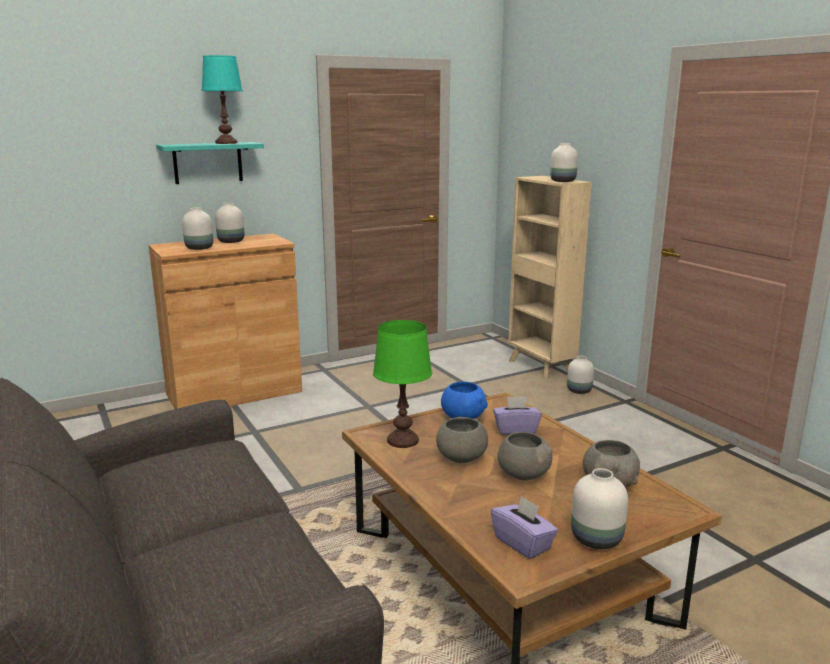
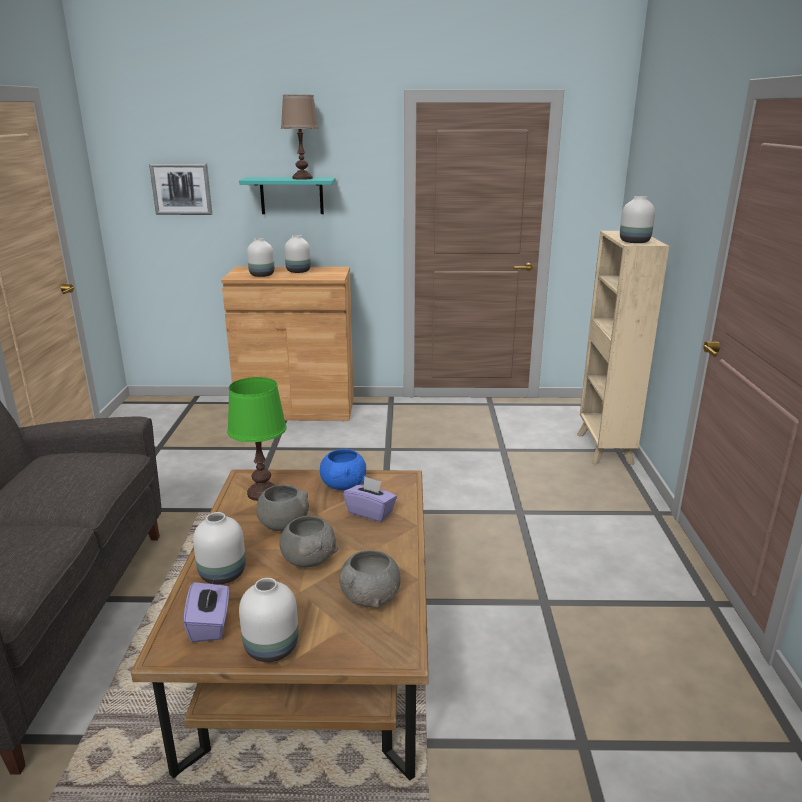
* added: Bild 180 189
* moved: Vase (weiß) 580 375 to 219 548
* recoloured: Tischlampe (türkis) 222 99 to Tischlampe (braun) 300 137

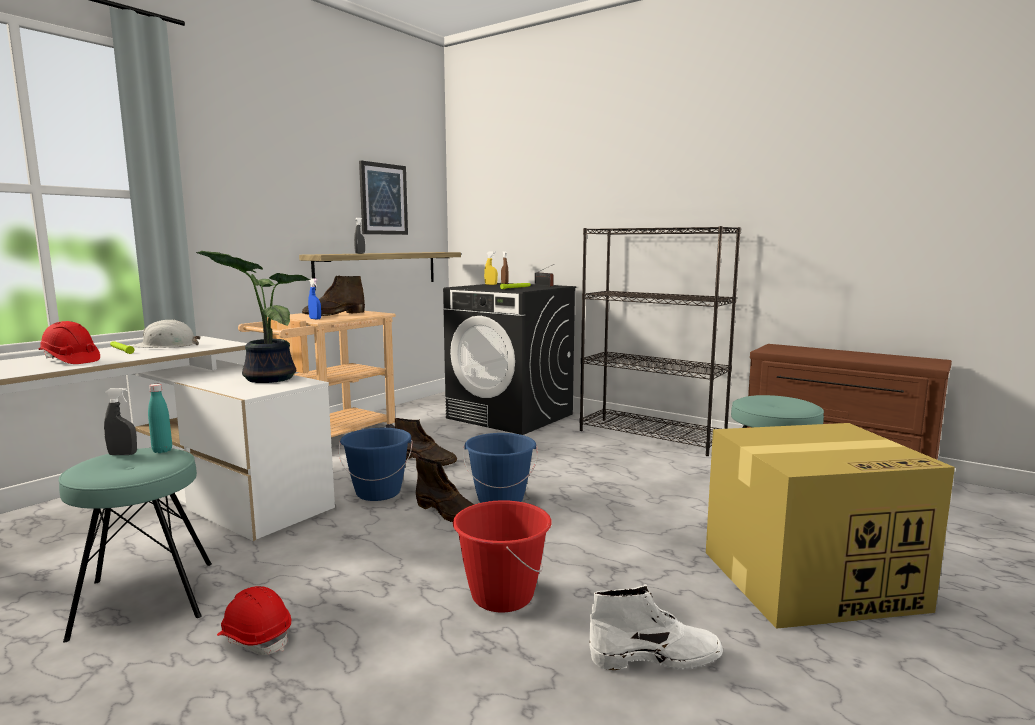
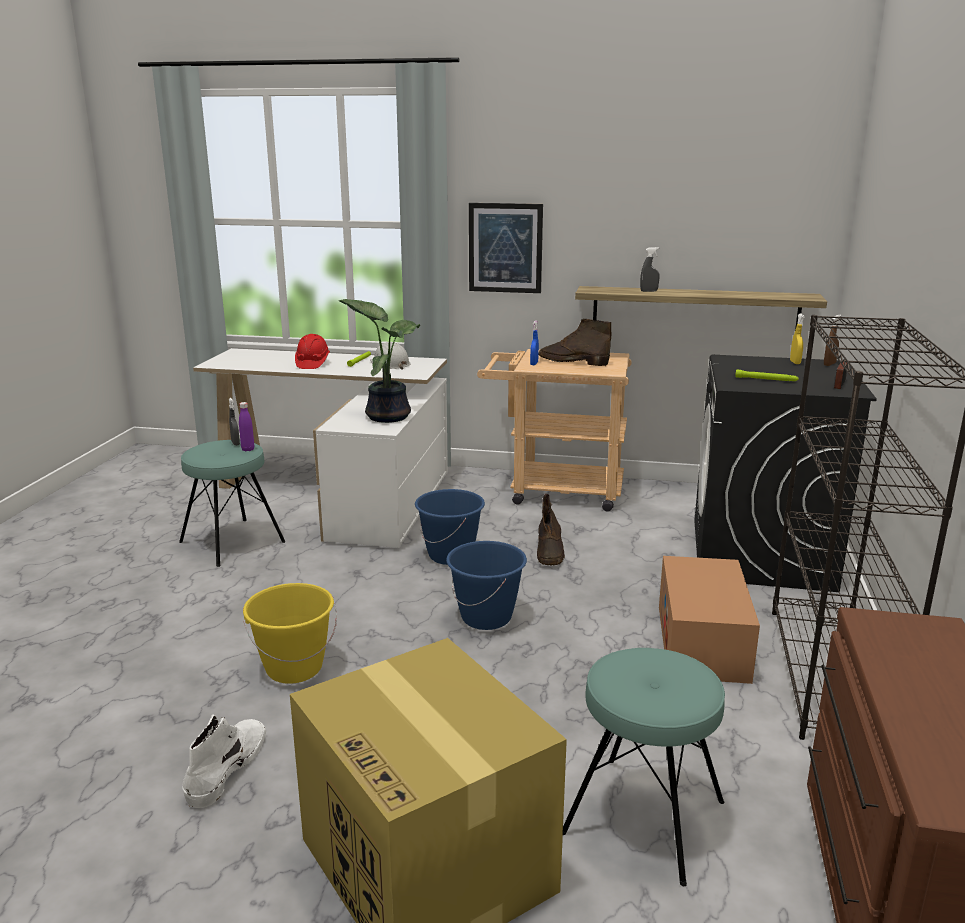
* turned: Stiefel (weiß) 656 627 = 224 761 135 degrees counterclockwise
* recoloured: Flasche (türkis) 160 418 to Flasche (lila) 247 426
* recoloured: Eimer (rot) 502 556 to Eimer (gelb) 290 633
* moved: Bild 383 198 to 506 248
* added: Karton 709 620
* removed: Schutzhelm (rot) 254 620
* removed: Stiefel (braun) 445 489

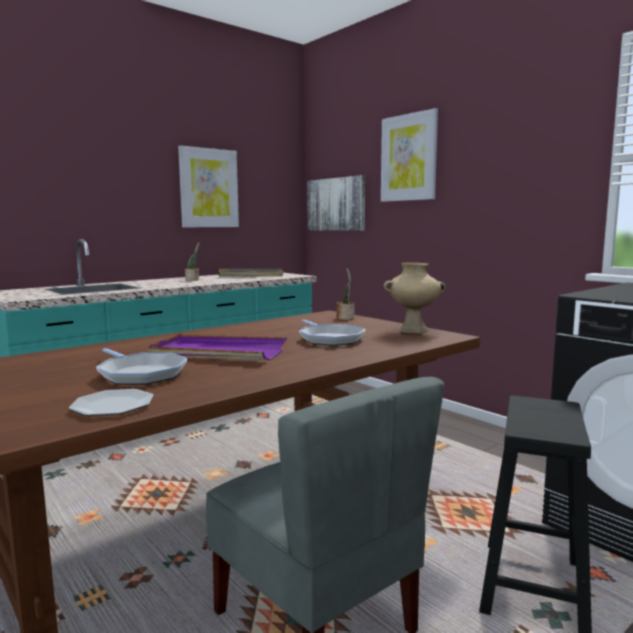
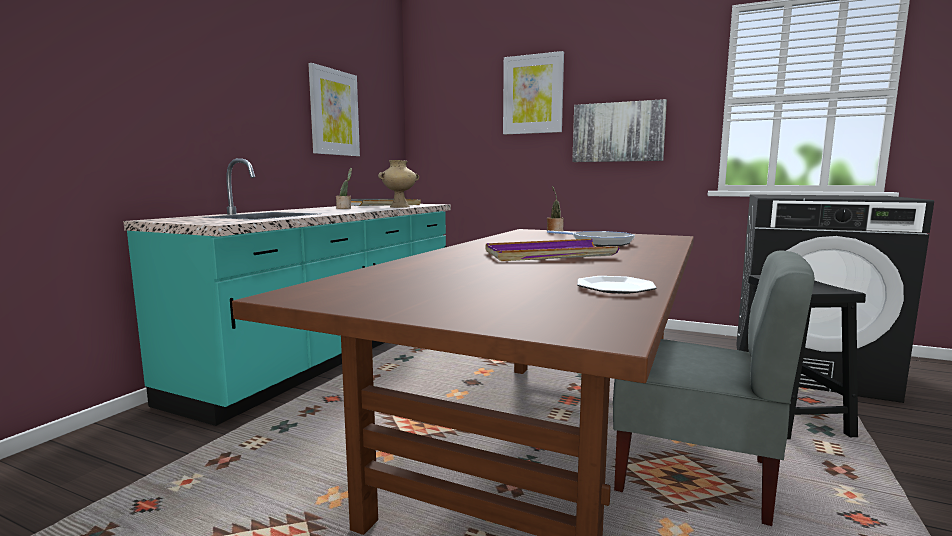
* moved: Vase (beige) 415 298 to 398 184
* moved: Bild 336 203 to 619 130
* removed: Pfanne 141 366

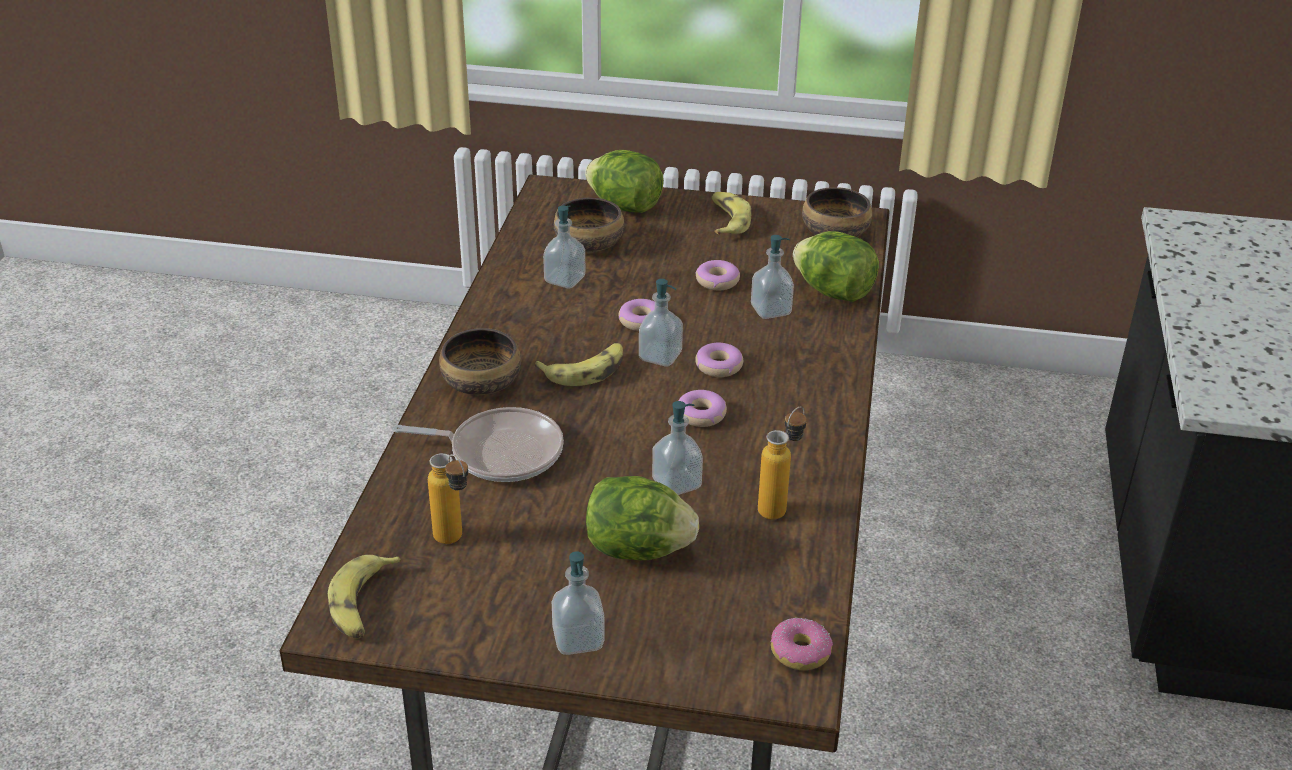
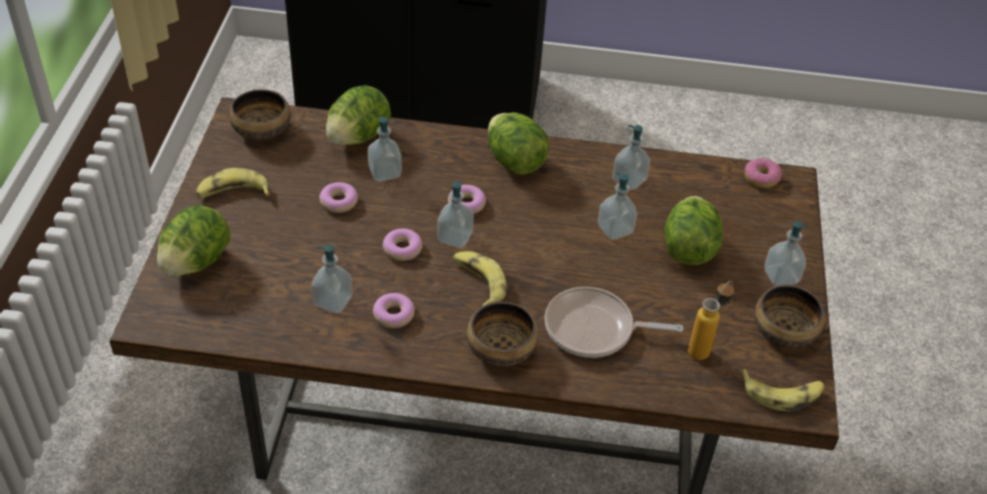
* moved: Donut 703 408 to 394 310
* added: Salatkopf 518 143
* turned: Pfanne 478 444 = 614 322 90 degrees counterclockwise
* replaced: Flasche 782 463 to Seifenspender 631 157
* moved: Schüssel 589 225 to 789 316

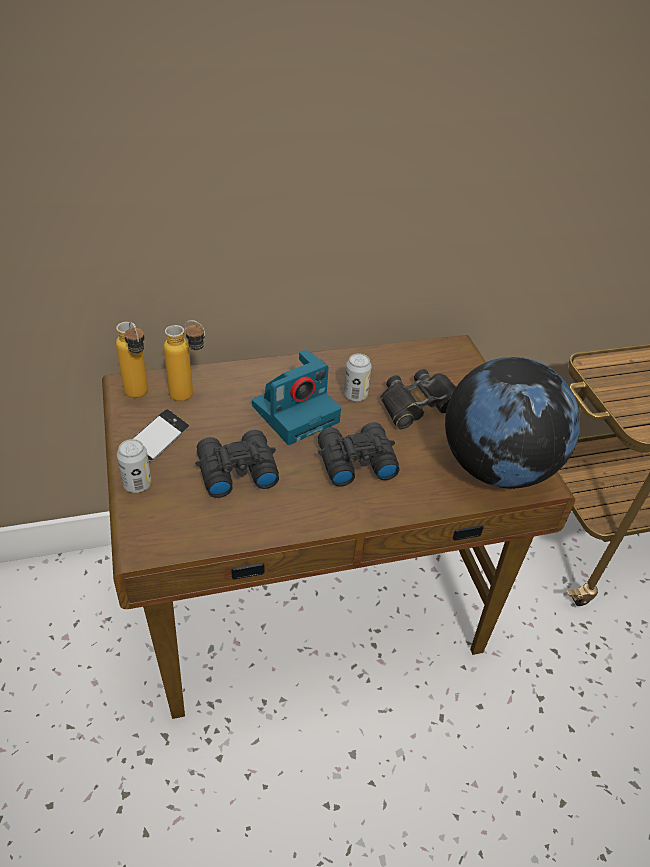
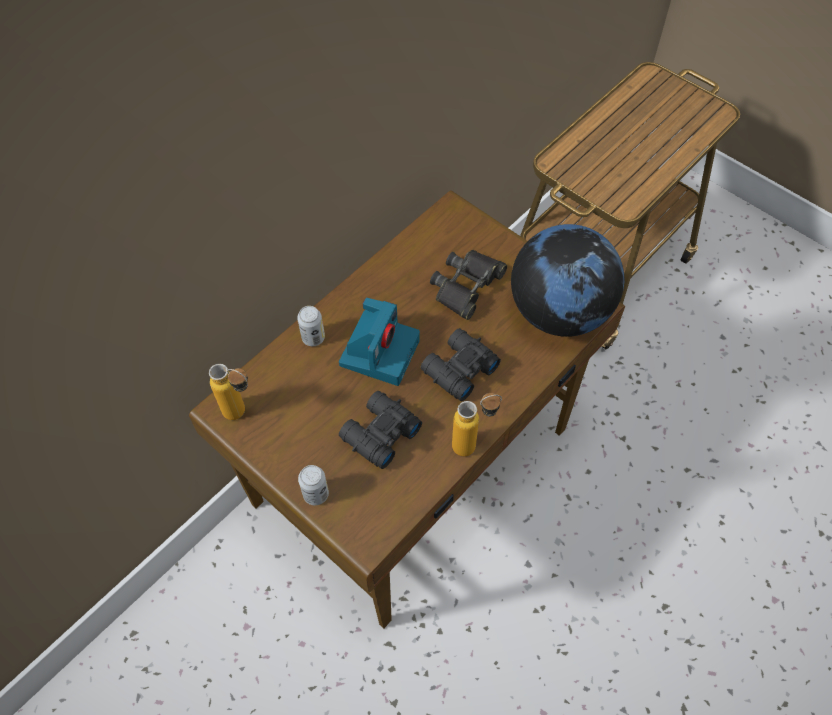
* moved: Dose 358 377 to 311 326
* moved: Flasche 184 360 to 477 425
* removed: Handy 160 435

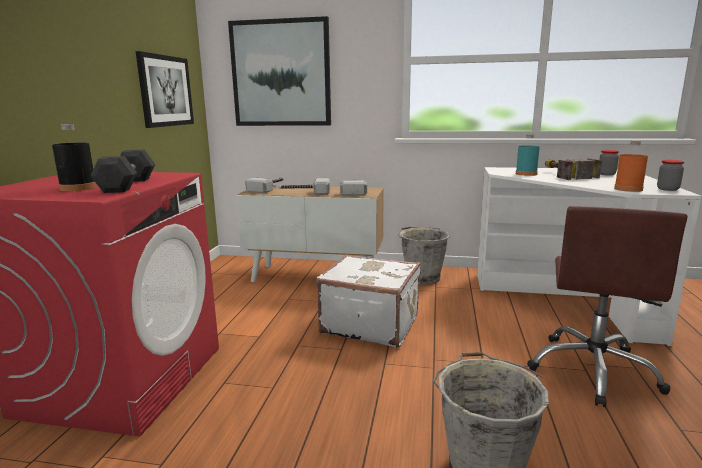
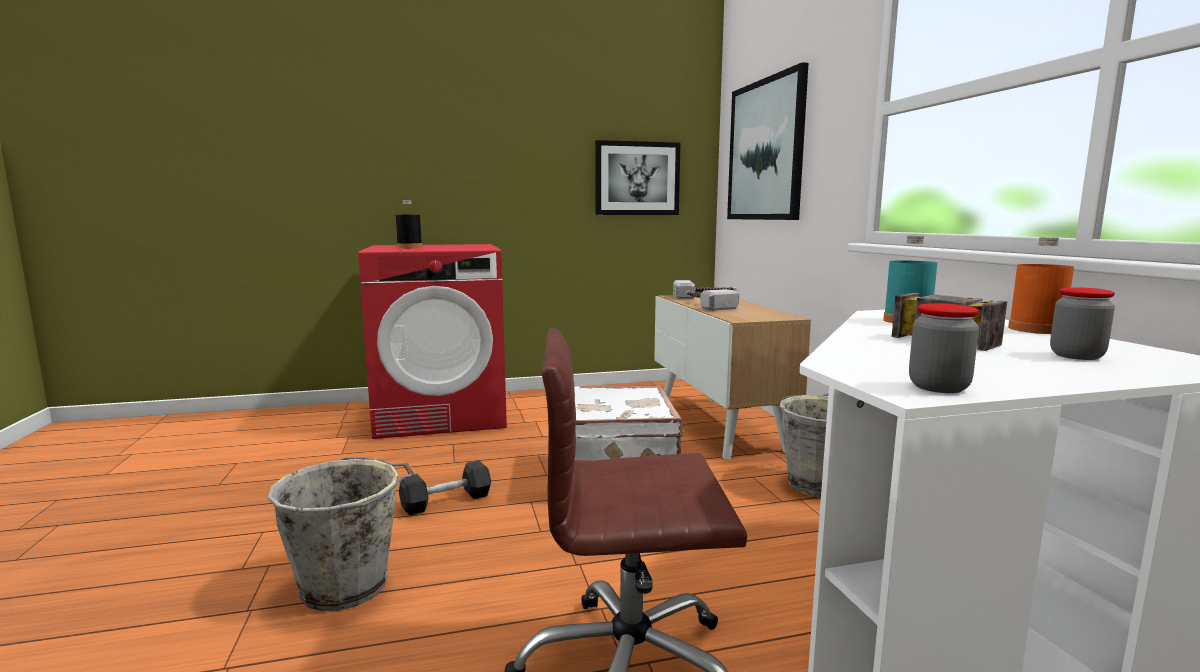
* moved: Hantel (grau) 123 171 to 445 487
* moved: Flasche (orange) 631 166 to 1041 285
* removed: Hammer 353 187

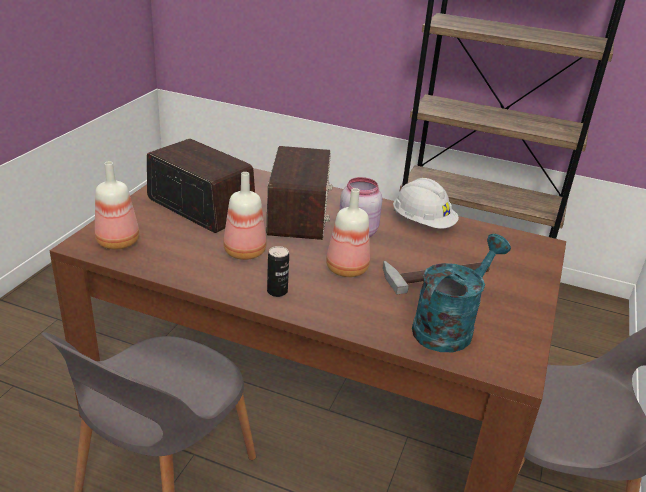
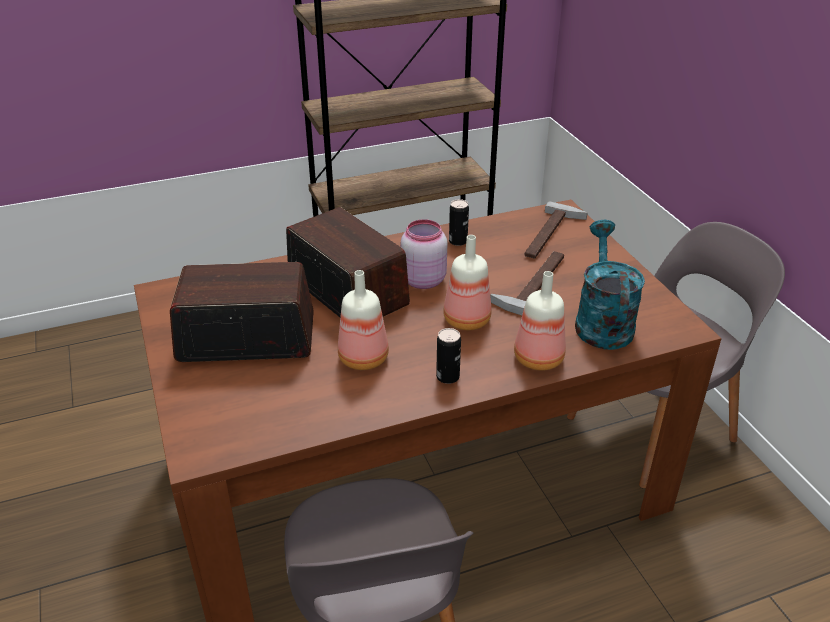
* replaced: Schutzhelm (weiß) 426 203 to Dose 459 222
* moved: Flasche 117 205 to 540 321
* added: Hammer 556 230

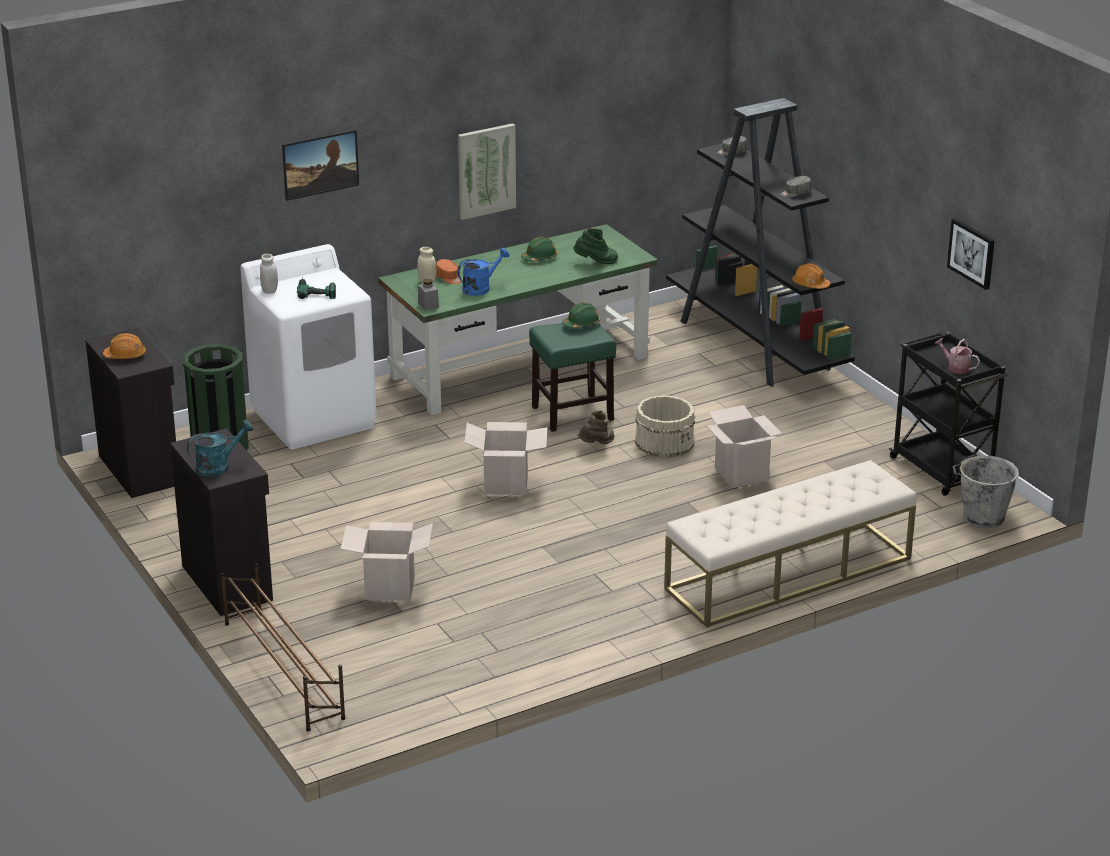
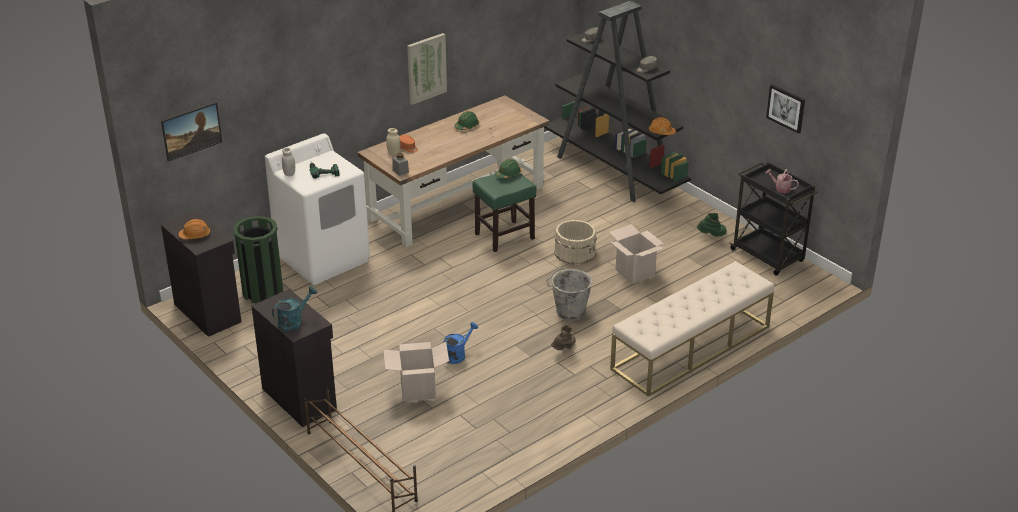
* moved: Bild 320 165 to 191 132
* recoloured: Schreibtisch (grün) 518 319 to Schreibtisch (braun) 453 171
* moved: Gießkanne (blau) 484 272 to 460 343
* moved: Eimer (grau) 986 491 to 569 294
* moved: Stiefel (braun) 595 427 to 564 337
* moved: Stiefel (grün) 595 246 to 712 225
* removed: Karton 506 458

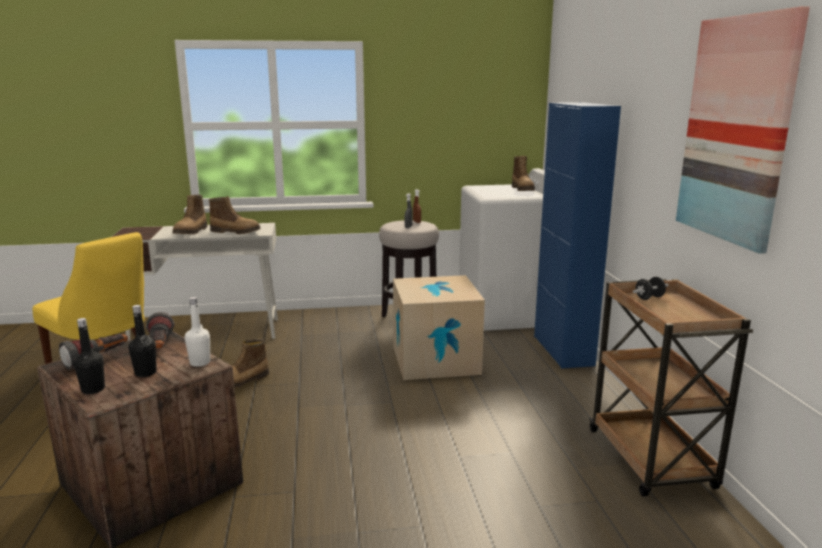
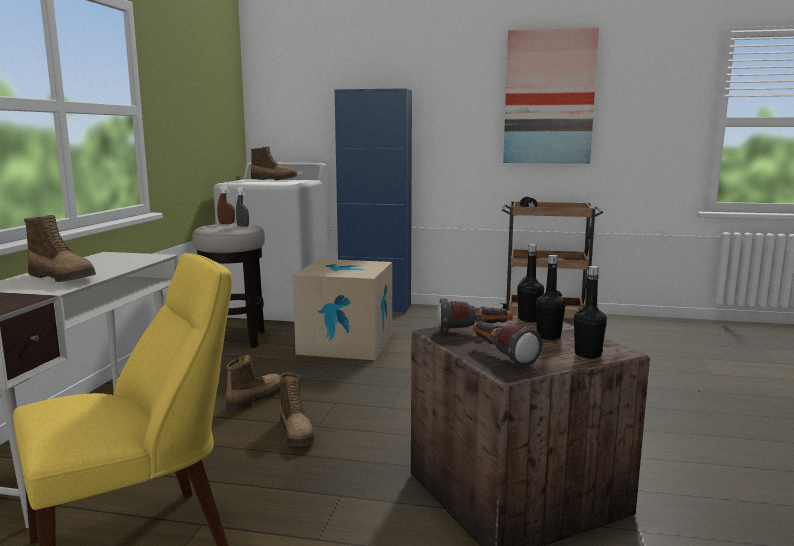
* moved: Stiefel 235 215 to 253 383
* recoloured: Flasche (weiß) 197 332 to Flasche (schwarz) 530 283

